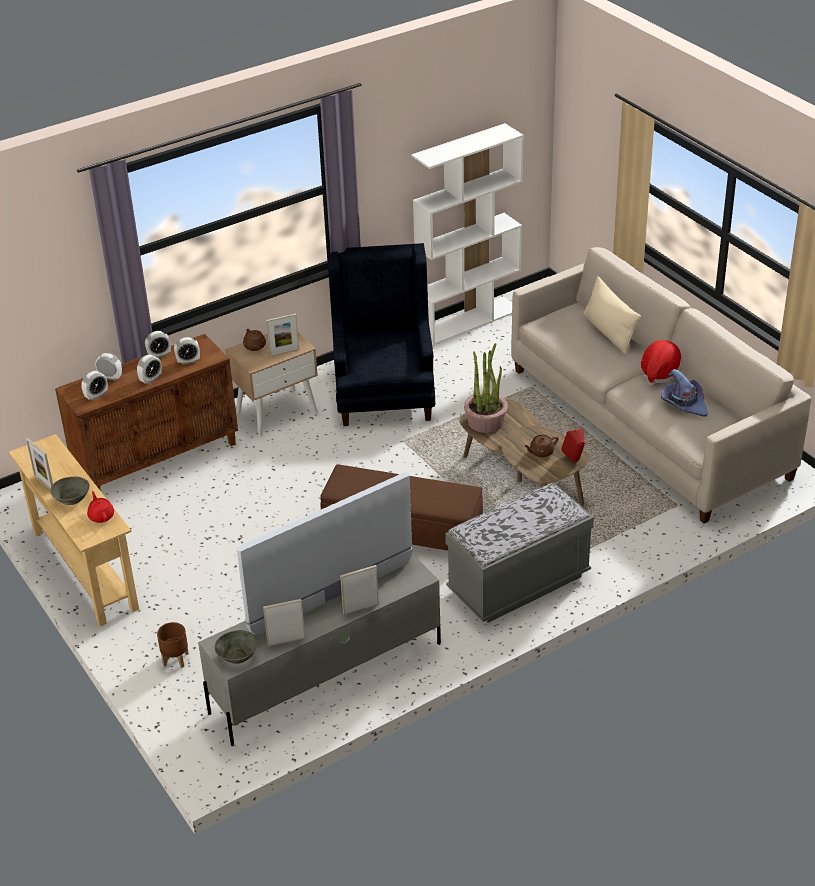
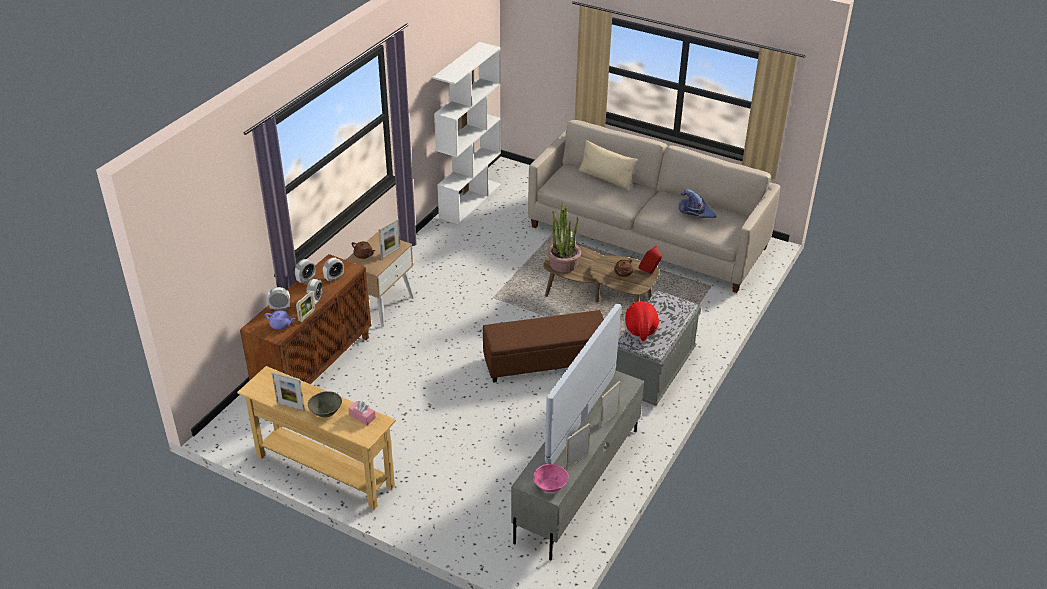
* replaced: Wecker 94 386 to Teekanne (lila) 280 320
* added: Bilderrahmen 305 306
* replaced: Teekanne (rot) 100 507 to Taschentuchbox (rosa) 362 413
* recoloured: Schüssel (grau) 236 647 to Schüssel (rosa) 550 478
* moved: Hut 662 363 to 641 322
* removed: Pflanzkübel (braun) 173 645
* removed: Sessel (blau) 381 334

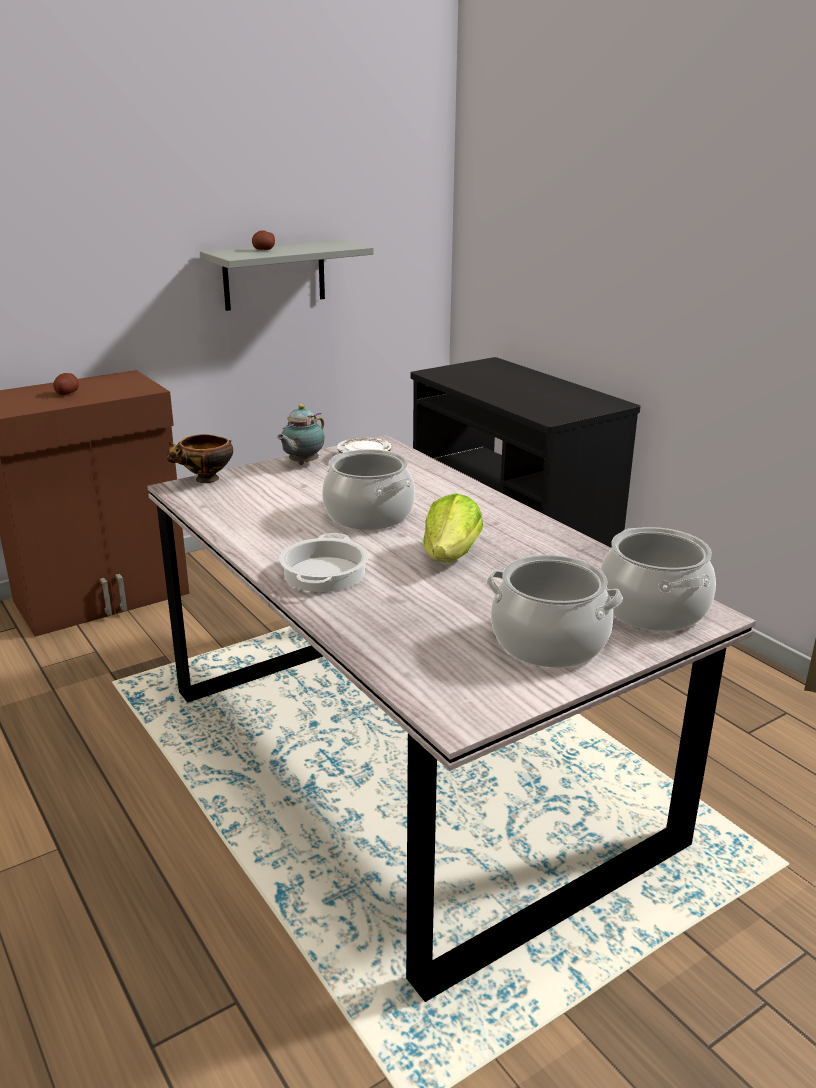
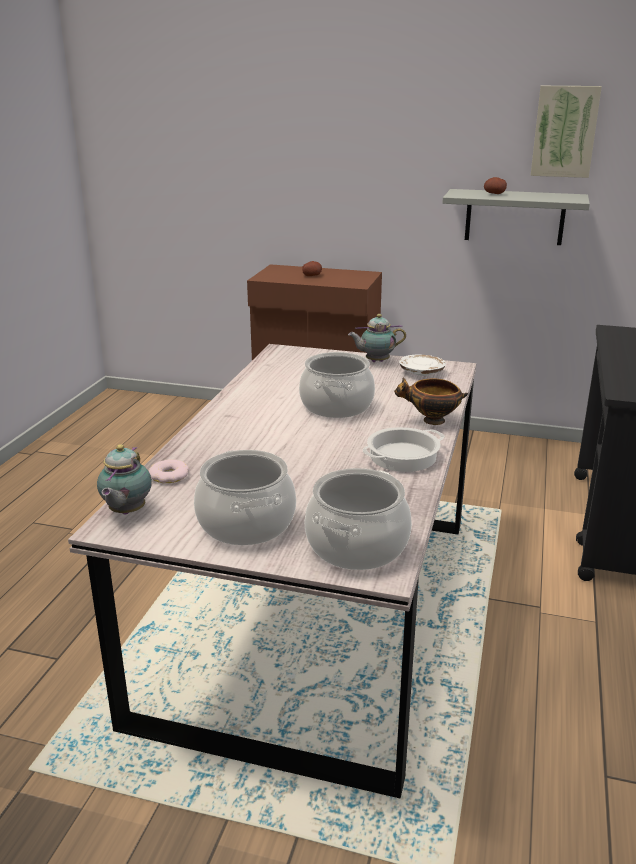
* added: Teekanne 124 479
* added: Donut 169 471
* moved: Kochtopf 324 562 to 404 449
* moved: Schüssel 200 458 to 431 401
* added: Bild 566 132
* removed: Salatkopf 453 527

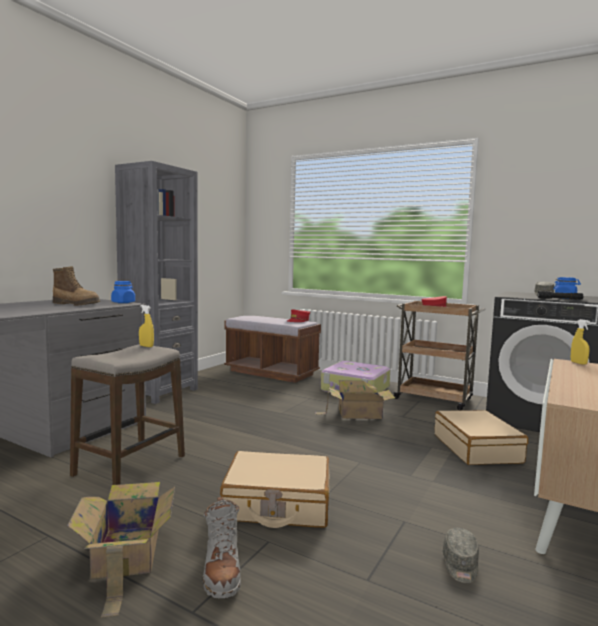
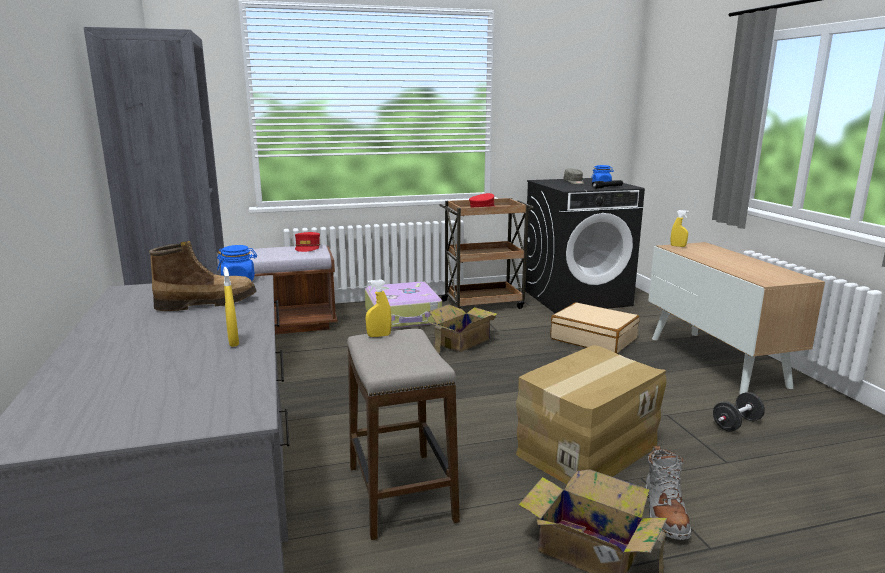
* added: Sprühflasche (gelb) 231 307
* replaced: Koffer (beige) 275 489 to Karton 591 414
* turned: Stiefel (grau) 222 547 = 668 493 60 degrees clockwise
* replaced: Kappe (grau) 461 555 to Hantel (schwarz) 739 412

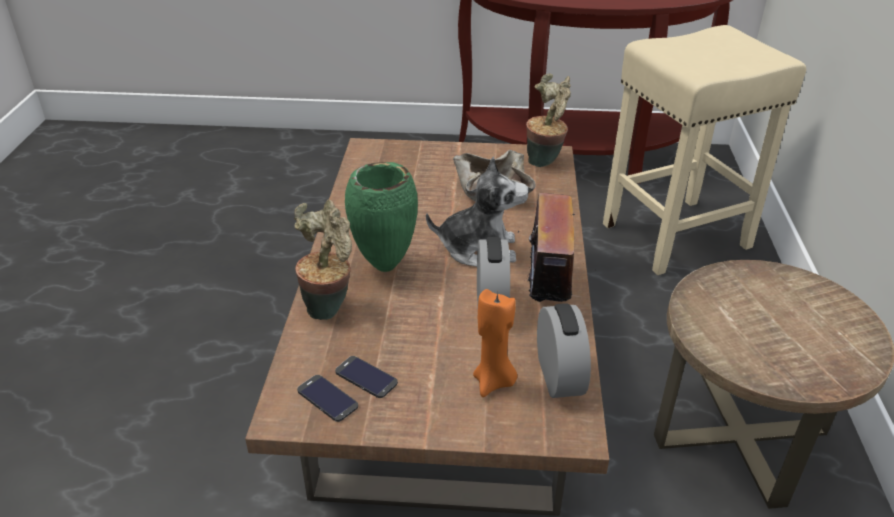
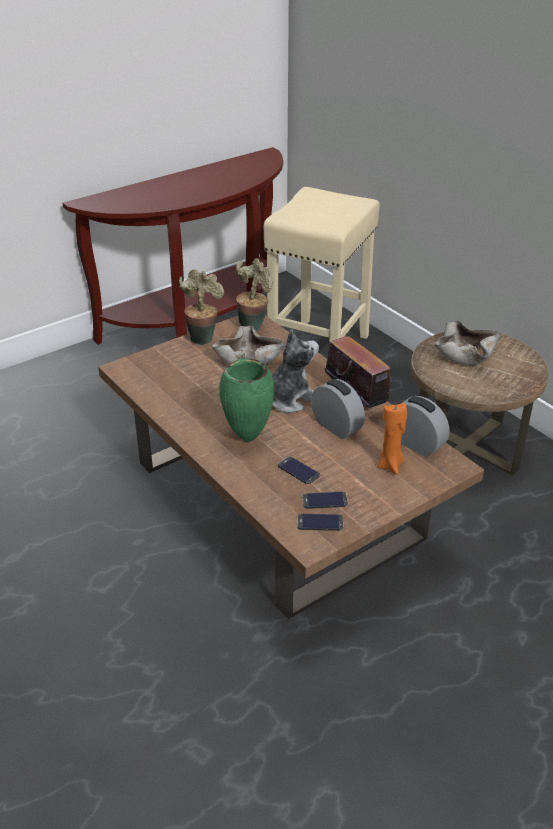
* moved: Topfpflanze 323 260 to 201 307
* added: Handy 299 470
* added: Schüssel (beige) 468 342

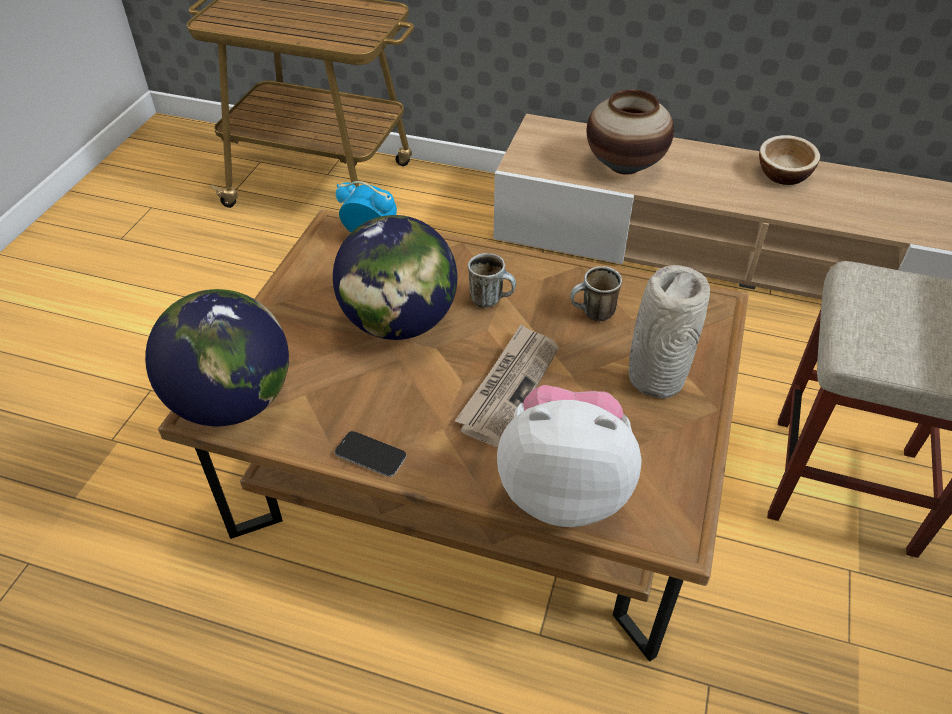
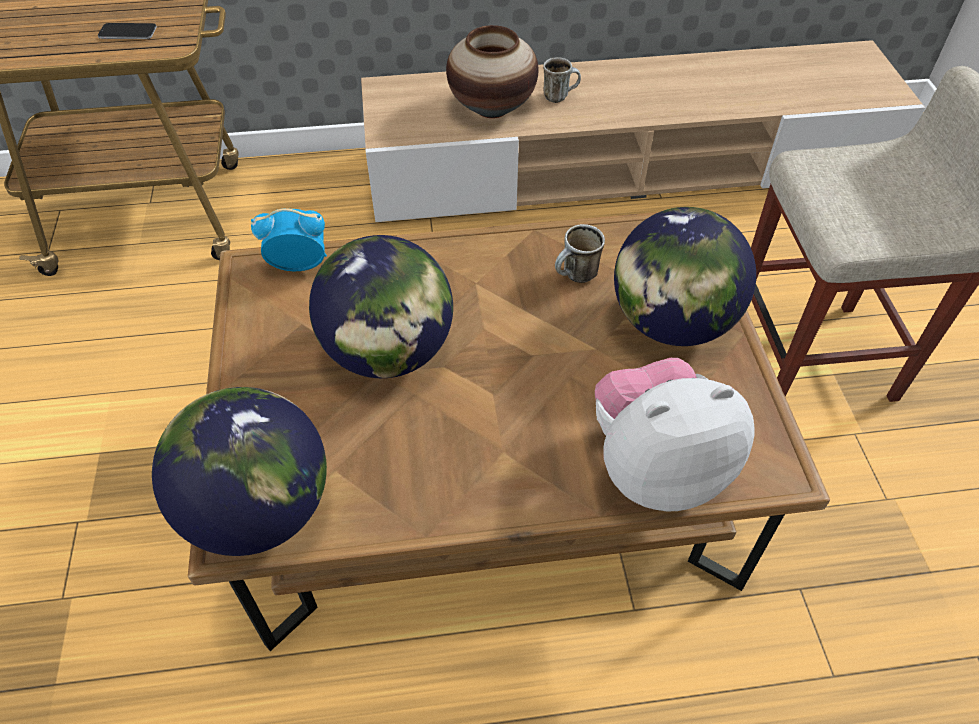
* moved: Handy 371 454 to 127 31
* moved: Henkelbecher 492 280 to 562 80
* replaced: Vase (grau) 669 332 to Globus 685 276
* removed: Zeitung 507 385
* removed: Schüssel 789 160

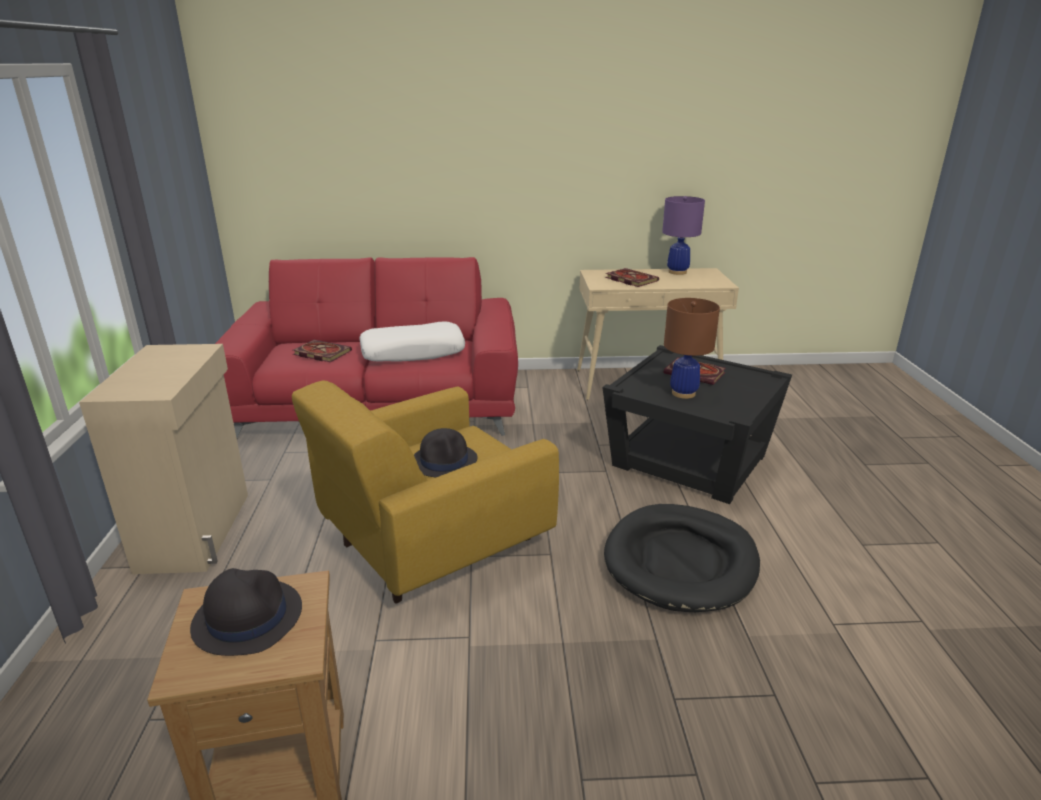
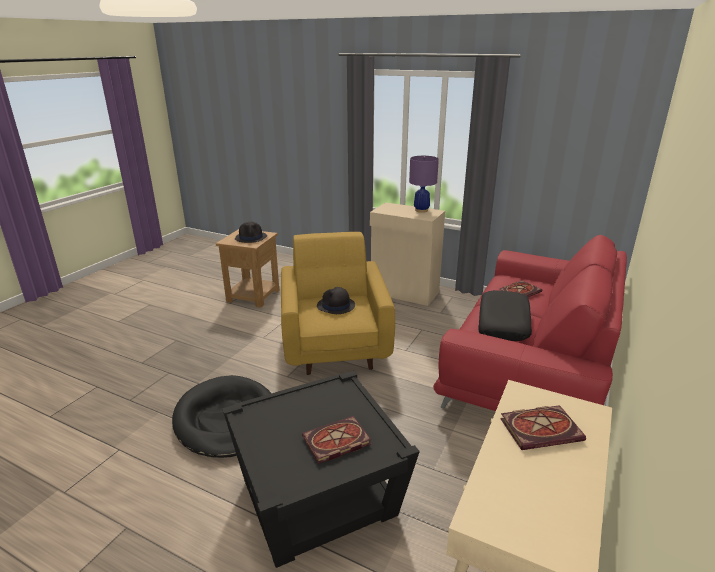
* moved: Tischlampe (lila) 683 235 to 424 184
* recoloured: Kissen (weiß) 412 341 to Kissen (schwarz) 505 315
* removed: Tischlampe (braun) 692 348

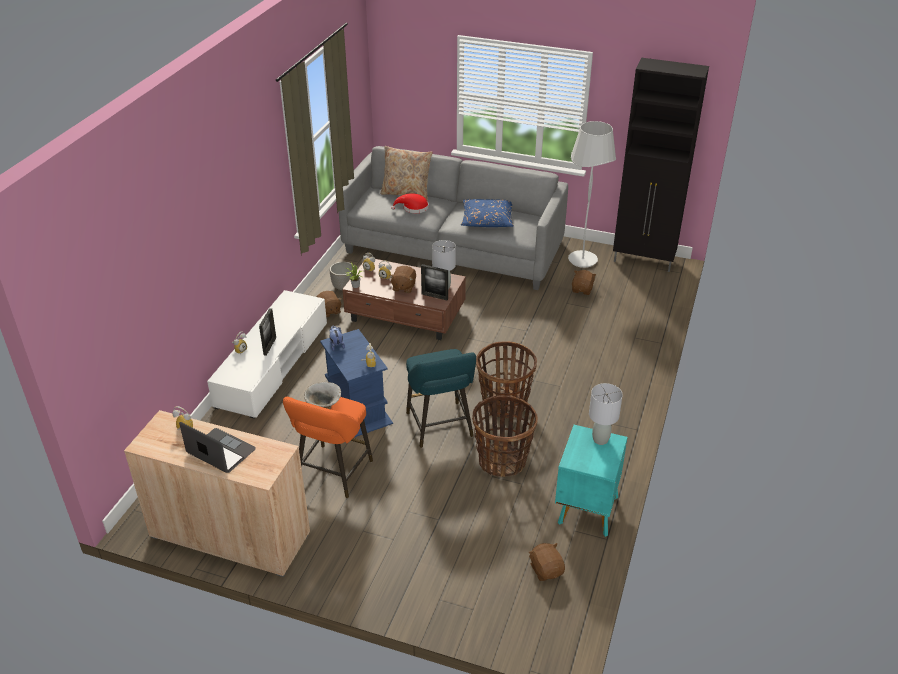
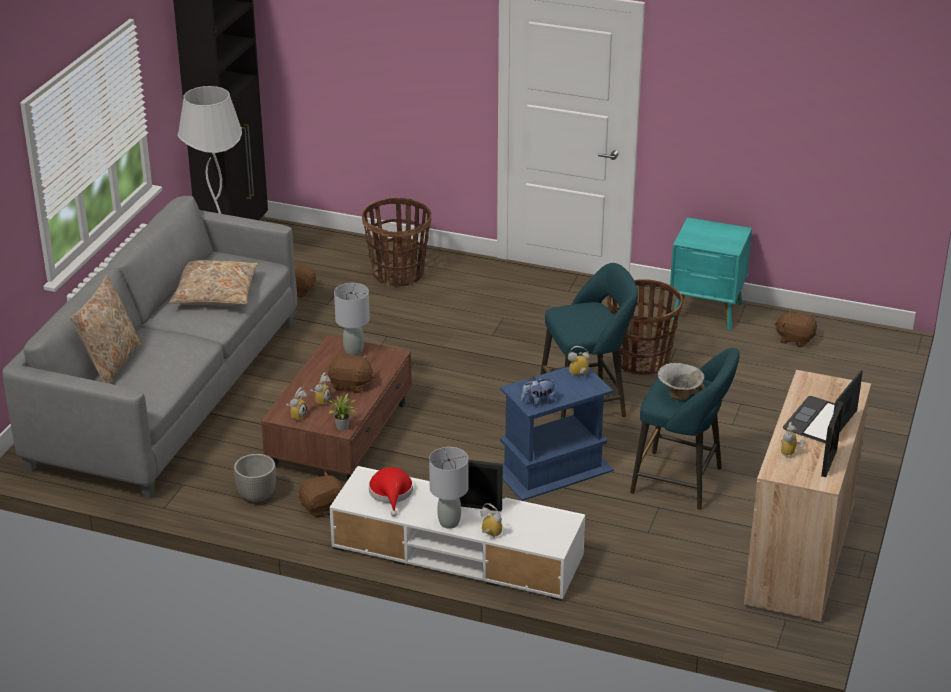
* recoloured: Kissen (blau) 487 213 to Kissen (beige) 213 282
* moved: Korb 506 379 to 397 242
* moved: Hut (rot) 410 203 to 391 492
* moved: Tischlampe (grau) 606 414 to 448 488
* recoloured: Hocker (orange) 328 447 to Hocker (türkis) 685 429
* turned: Plüschtier (braun) 546 562 = 795 328 45 degrees clockwise
* moved: Bilderrahmen 434 282 to 832 439

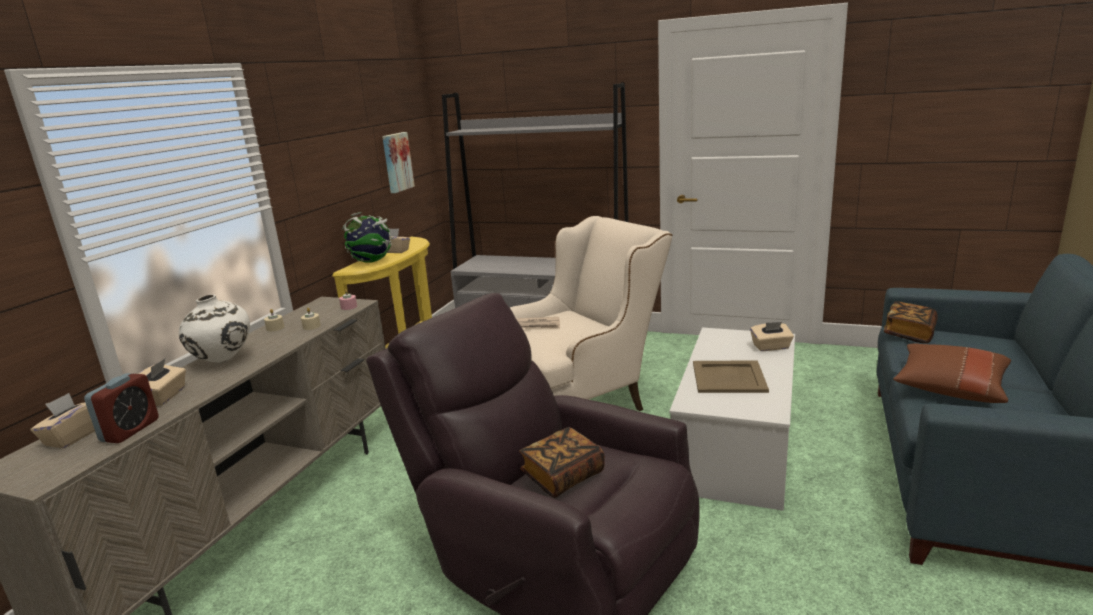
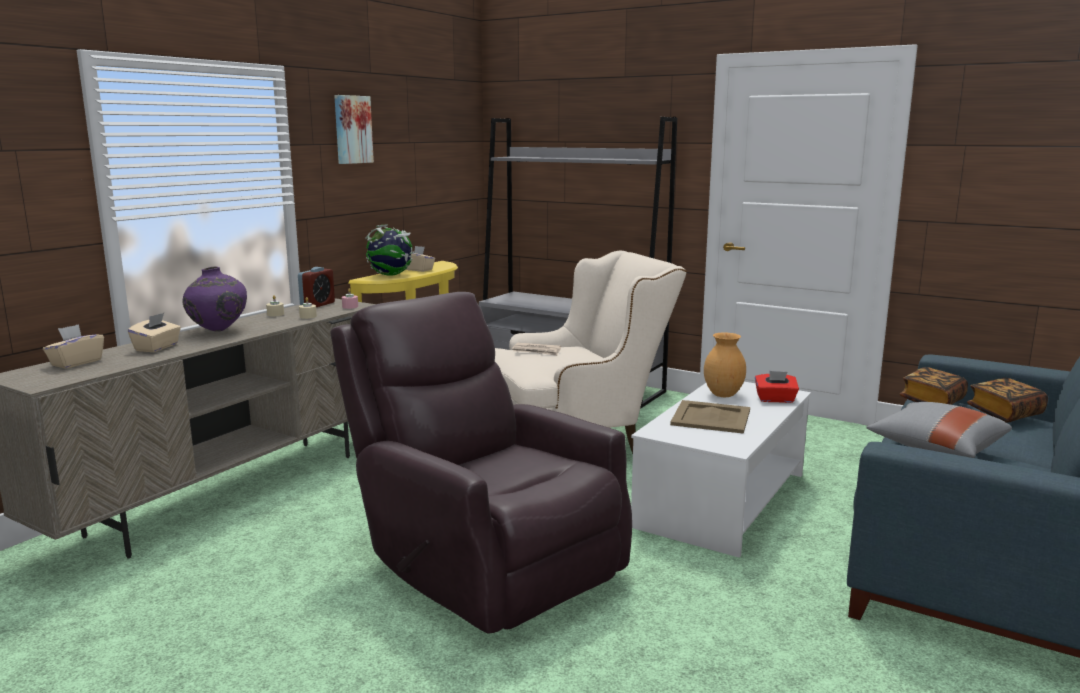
* recoloured: Vase (weiß) 214 328 to Vase (lila) 214 299
* moved: Wecker 121 408 to 316 287
* moved: Bild 398 162 to 354 129
* added: Vase (braun) 725 364
* recoloured: Taschentuchbox (beige) 772 336 to Taschentuchbox (rot) 777 387
* recoloured: Kissen (braun) 952 373 to Kissen (grau) 939 430
* moved: Buch 562 462 to 1007 400

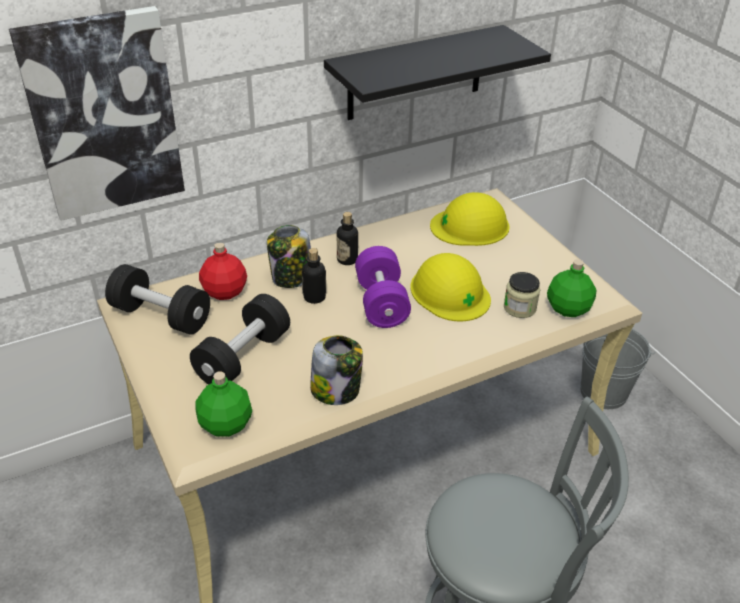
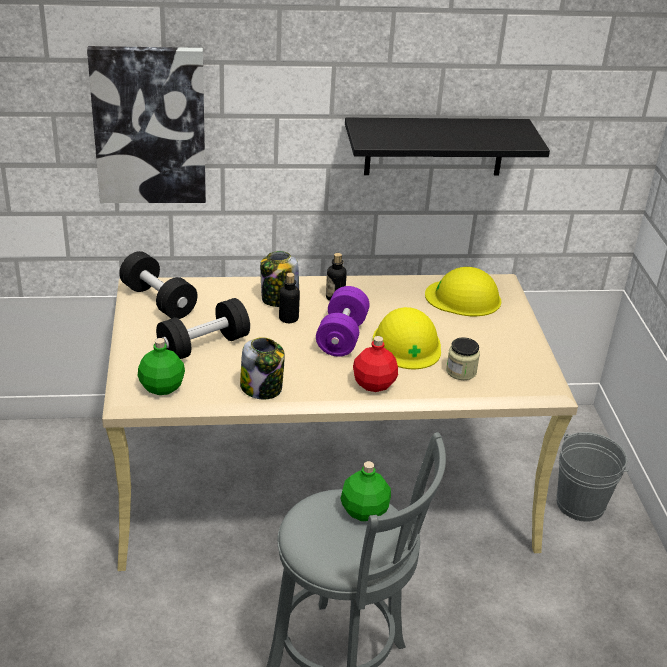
* moved: Flasche (grün) 572 288 to 365 491
* moved: Flasche (rot) 223 271 to 375 364

